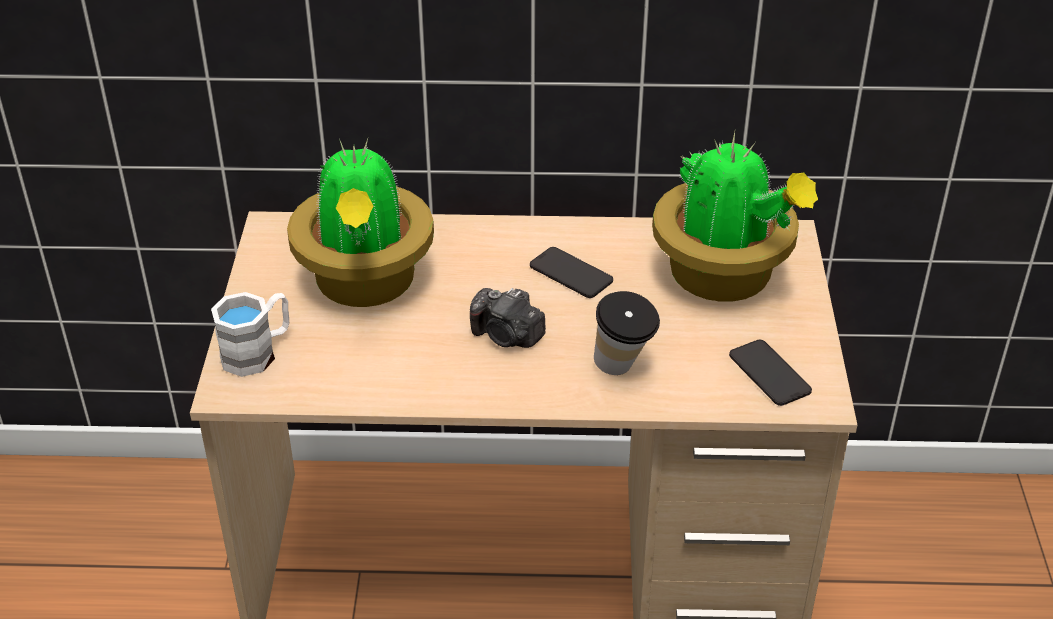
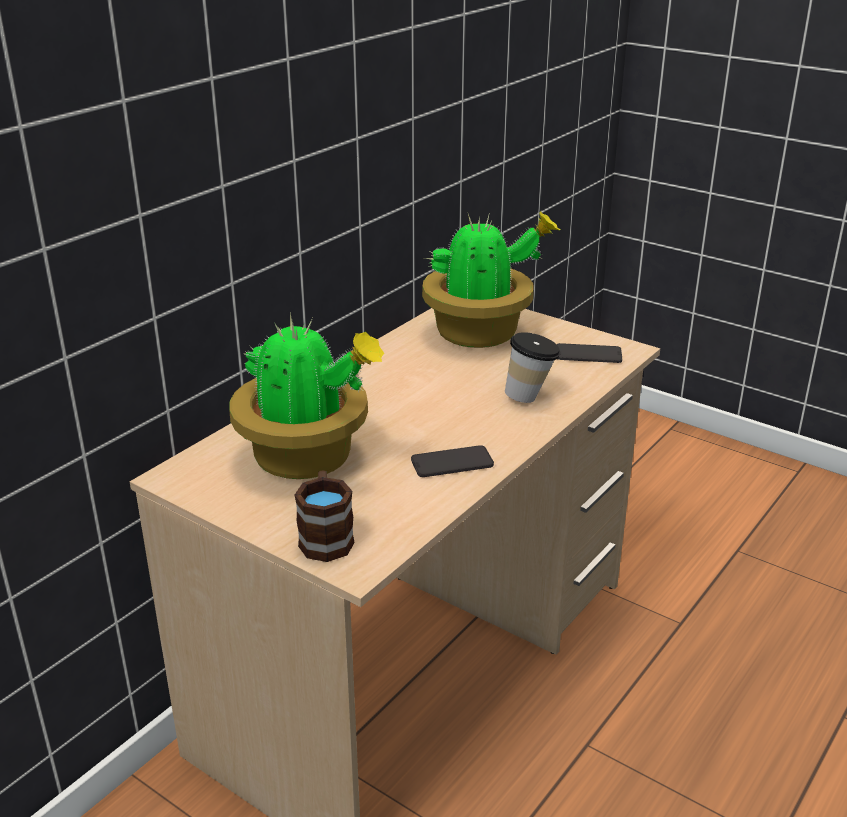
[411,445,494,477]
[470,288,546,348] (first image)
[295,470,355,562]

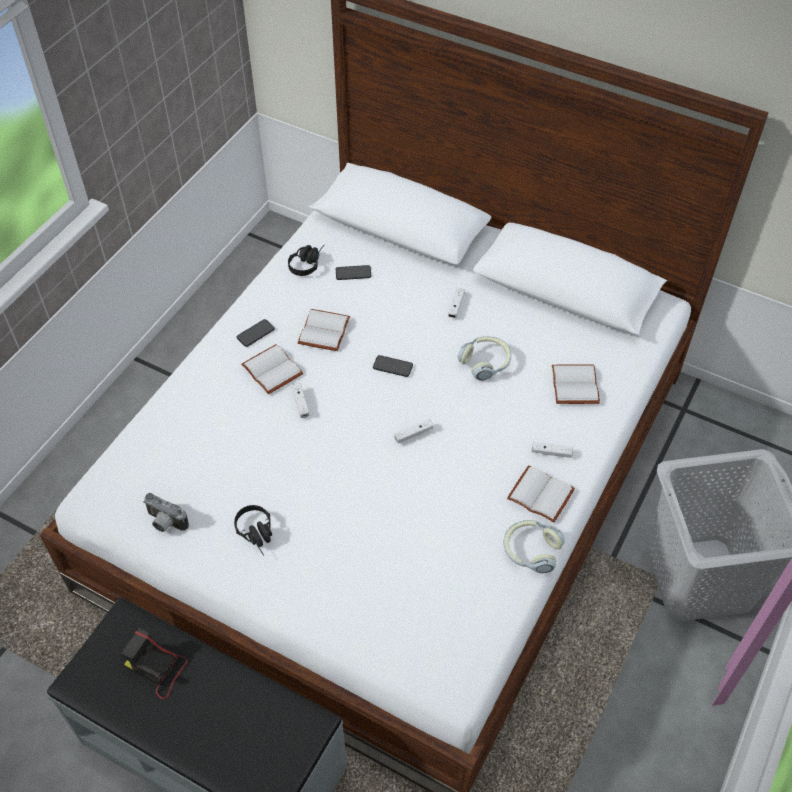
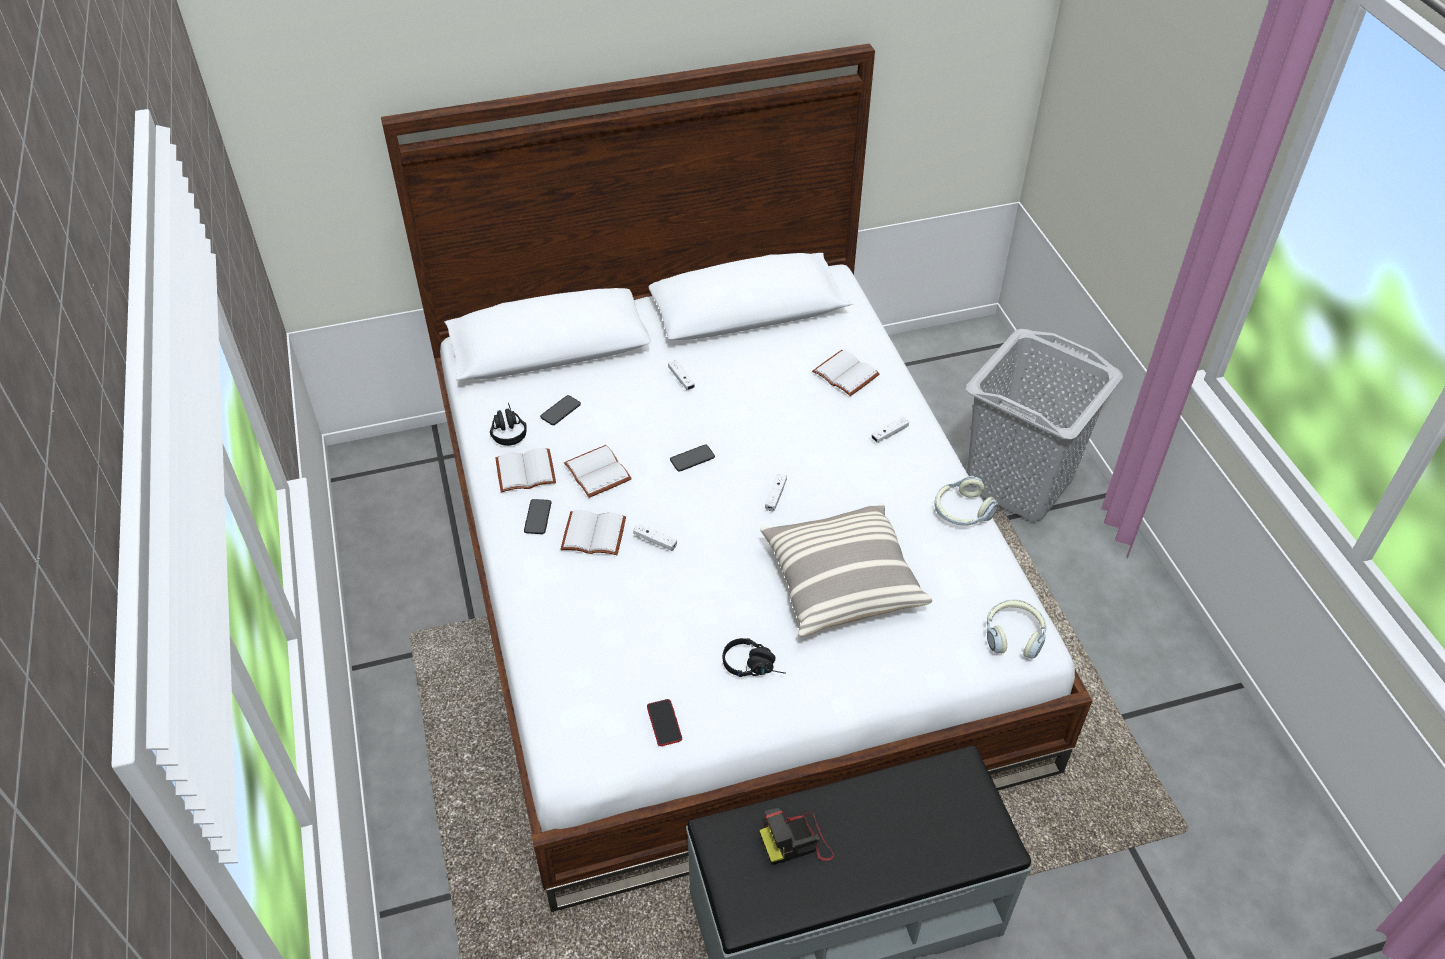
[987,599,1046,658]
[496,448,556,493]
[647,699,682,746]
[760,503,932,636]

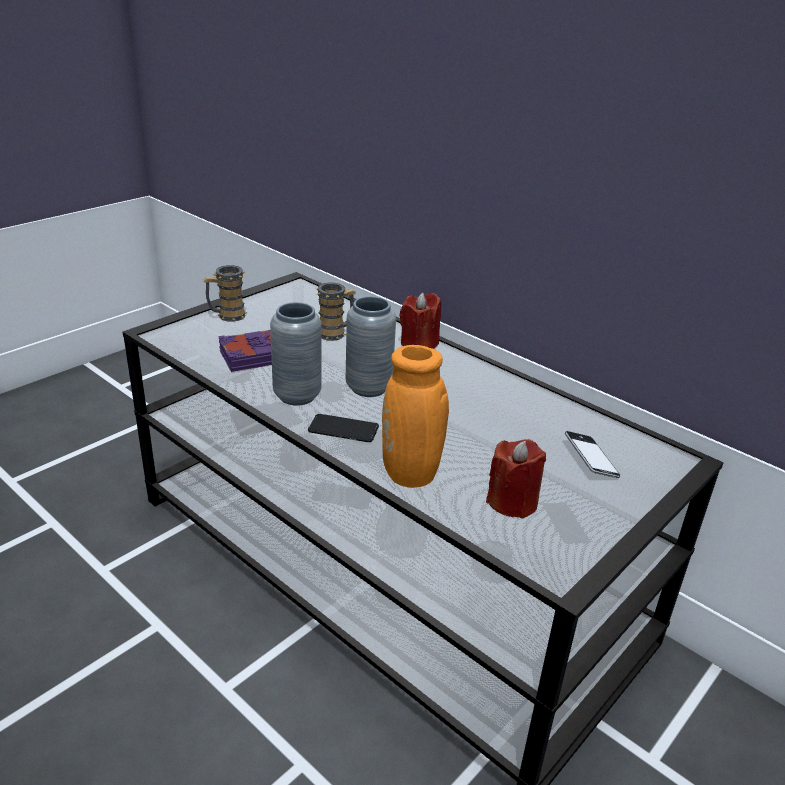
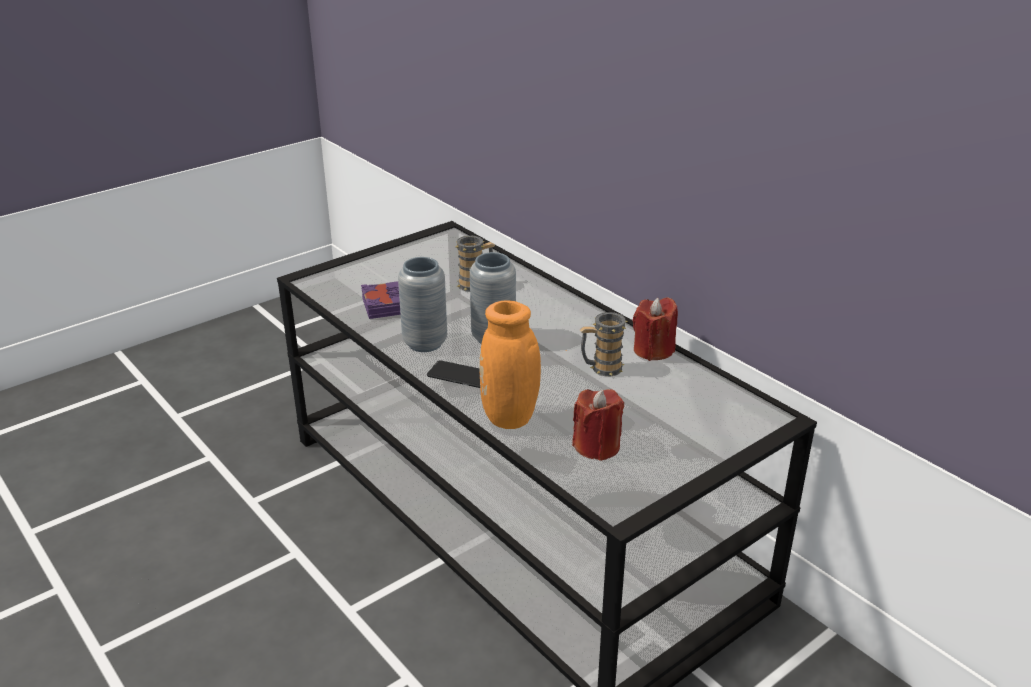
[579,312,628,376]
[632,297,678,361]
[565,431,620,478] (first image)

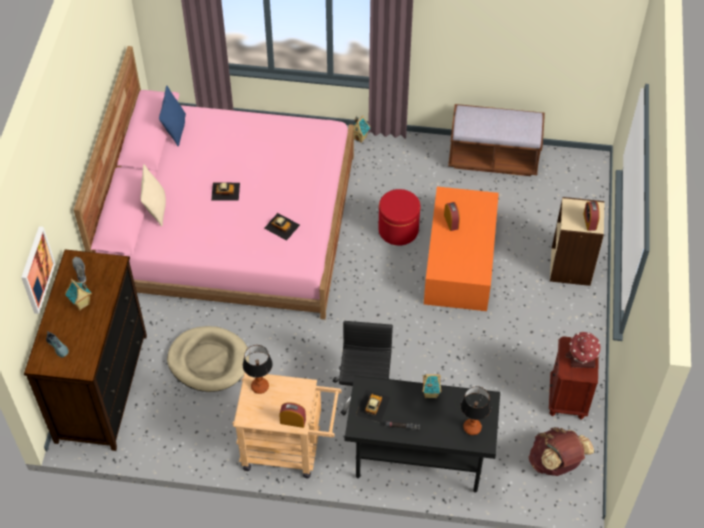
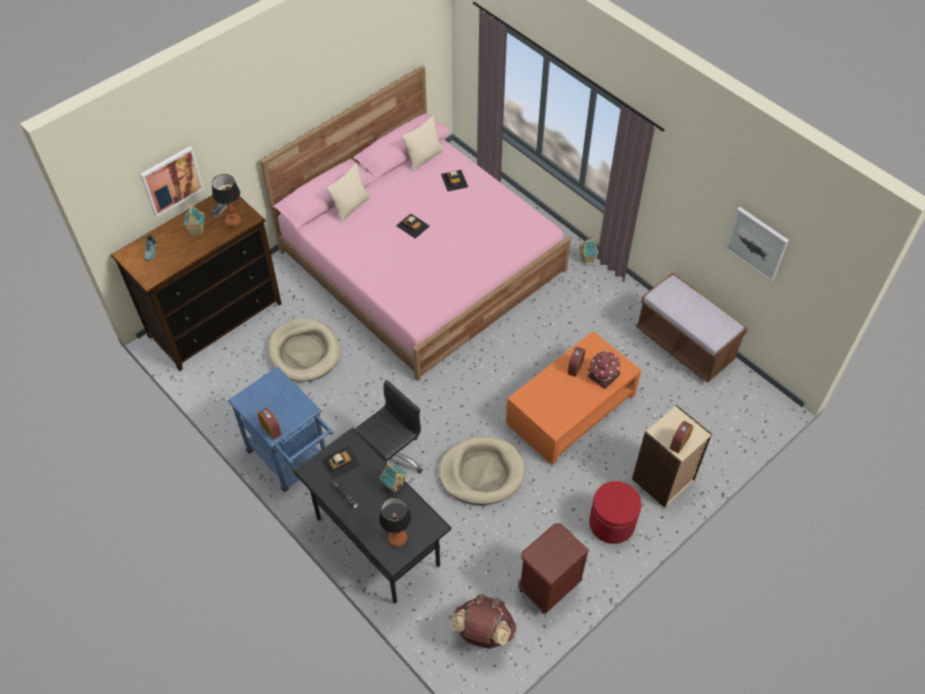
[402,115,444,172]
[589,481,642,544]
[441,170,468,191]
[588,351,620,389]
[212,174,242,227]
[228,366,333,492]
[725,207,789,282]
[439,436,525,505]

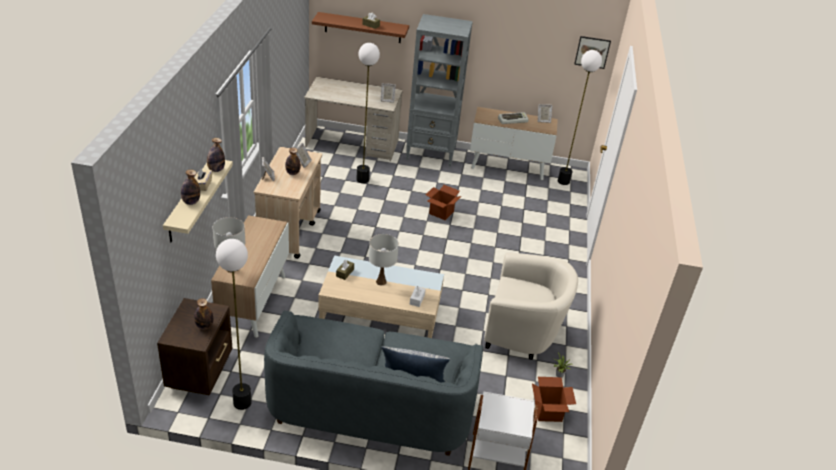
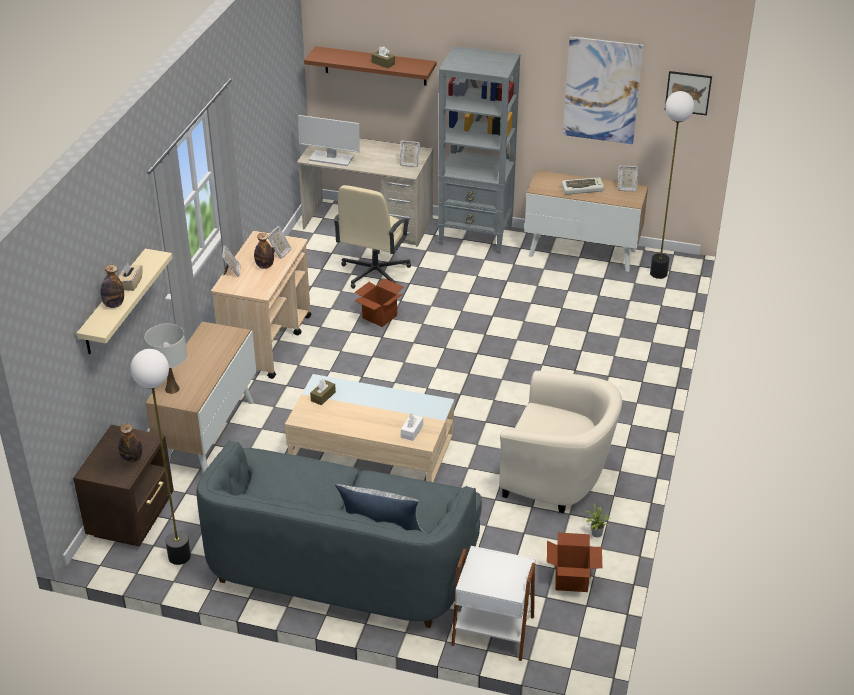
[333,185,411,289]
[207,138,225,172] (first image)
[355,278,403,327]
[369,234,399,285] (first image)
[563,36,643,144]
[298,115,360,166]

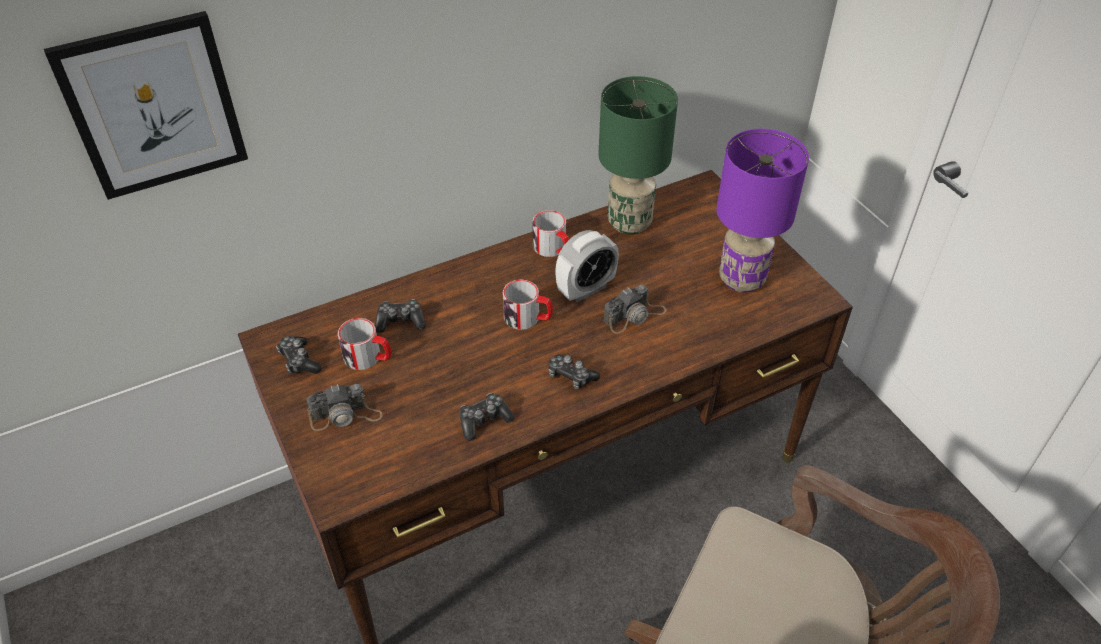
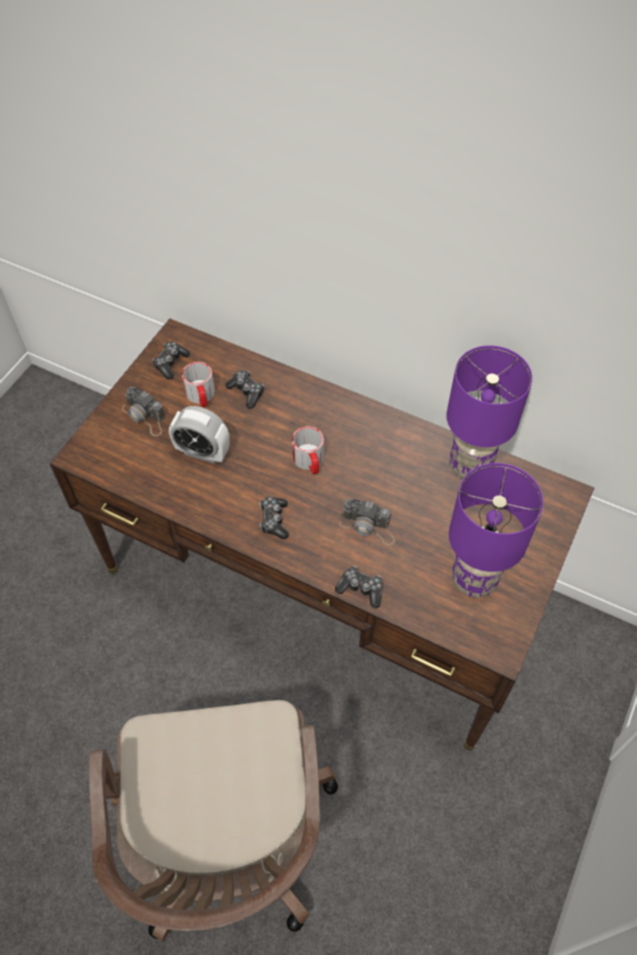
[44,11,248,200] (first image)
[446,345,532,479]
[532,210,569,257] (first image)
[169,406,230,464]
[335,566,383,608]

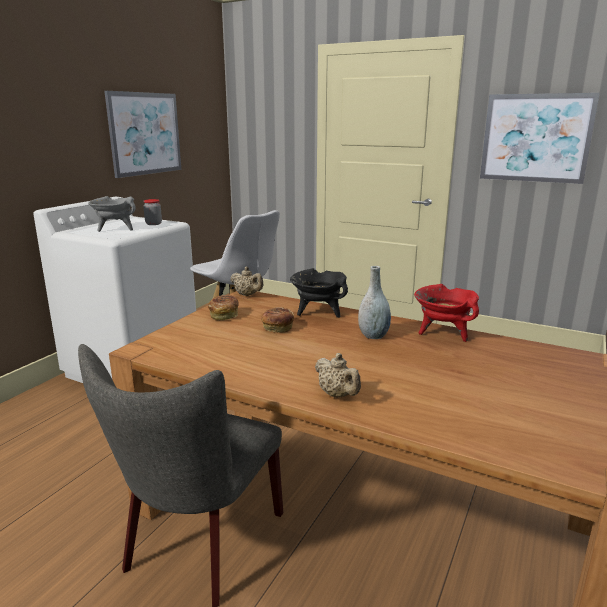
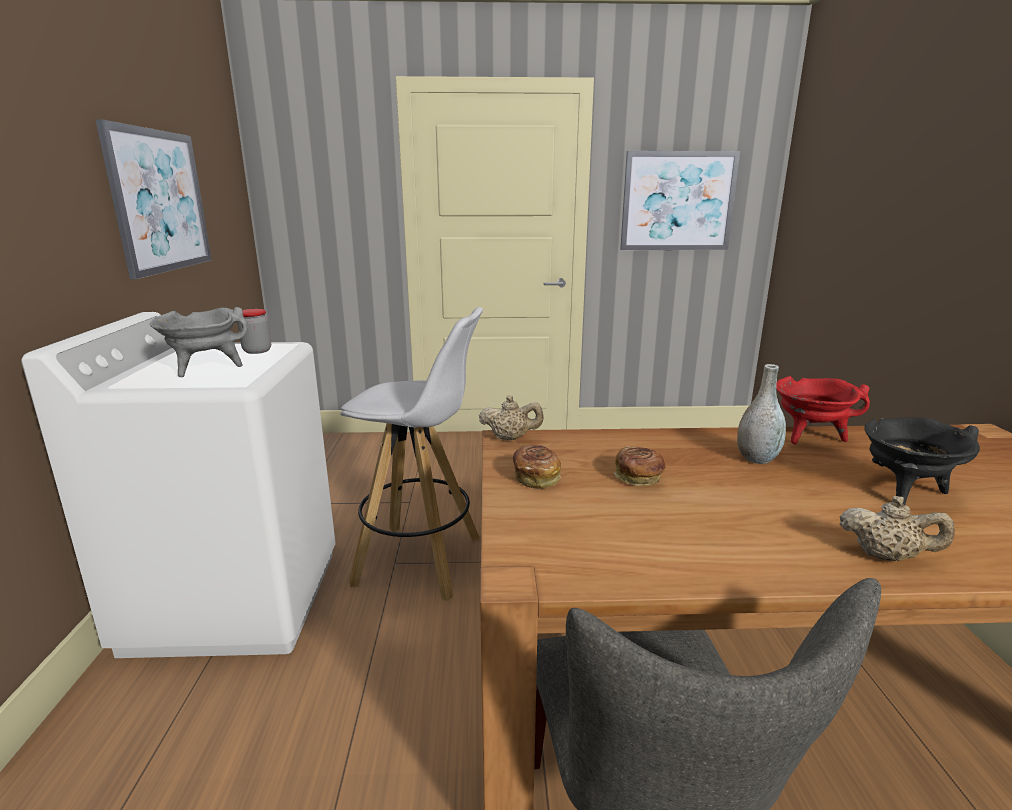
[864,417,980,505]

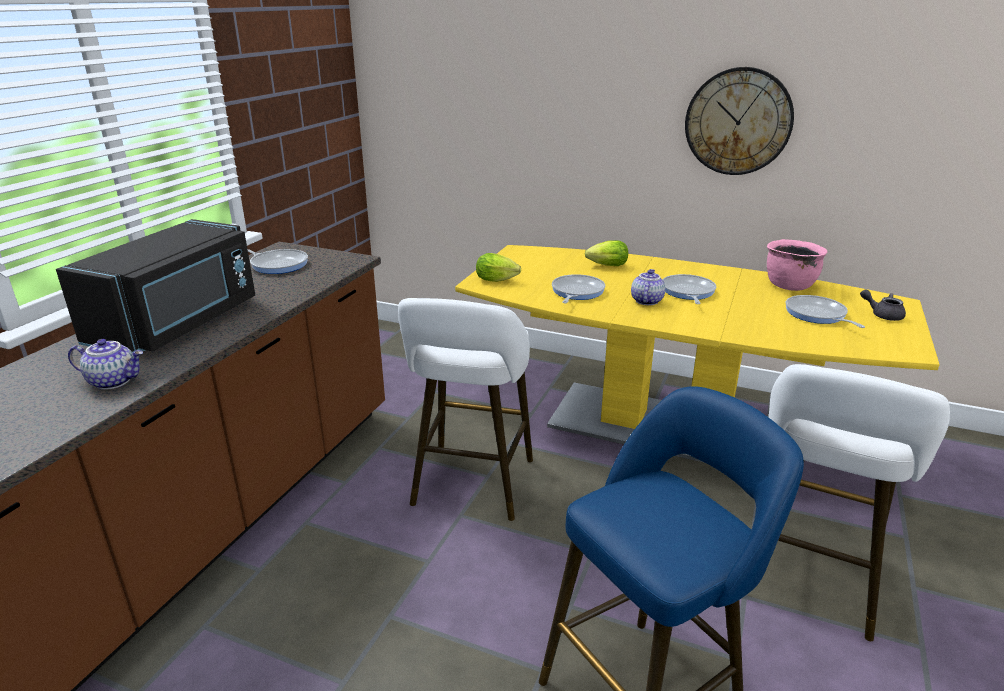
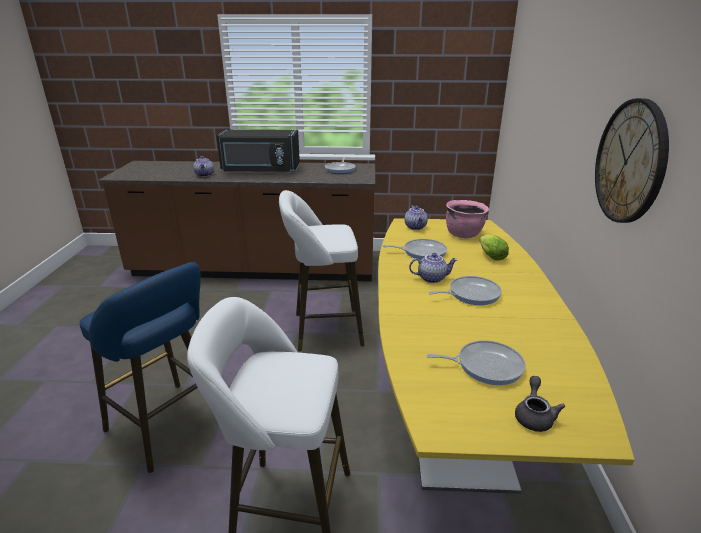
[446,200,489,238]
[405,205,428,230]
[426,340,526,385]

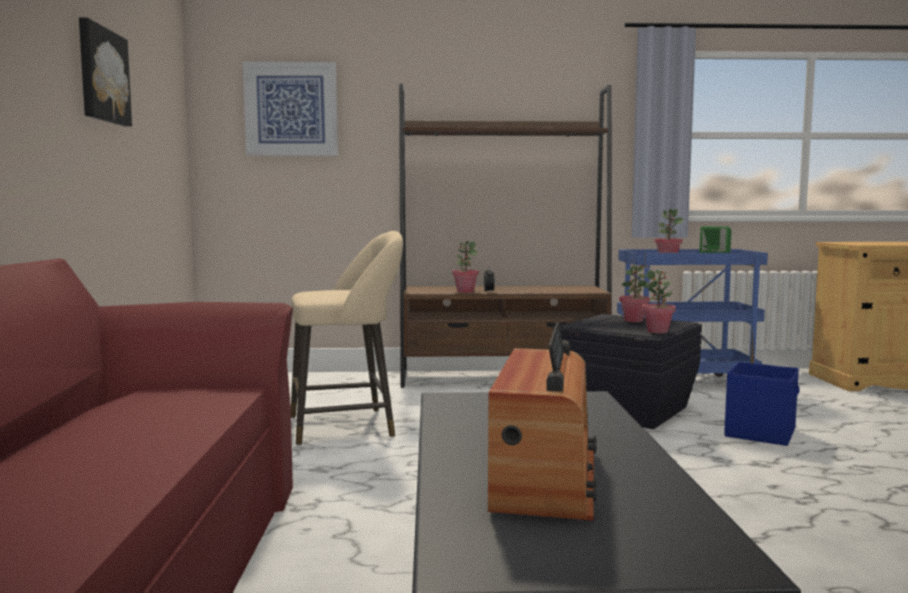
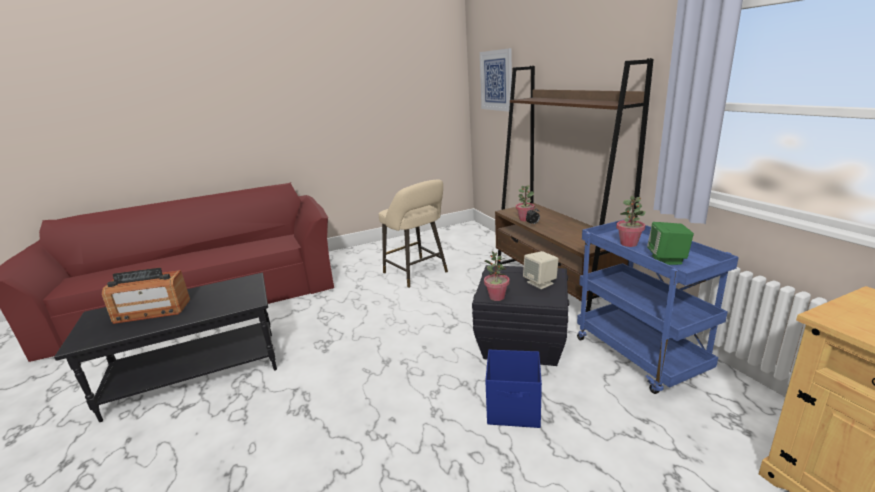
[79,17,132,126] (first image)
[523,251,559,289]

